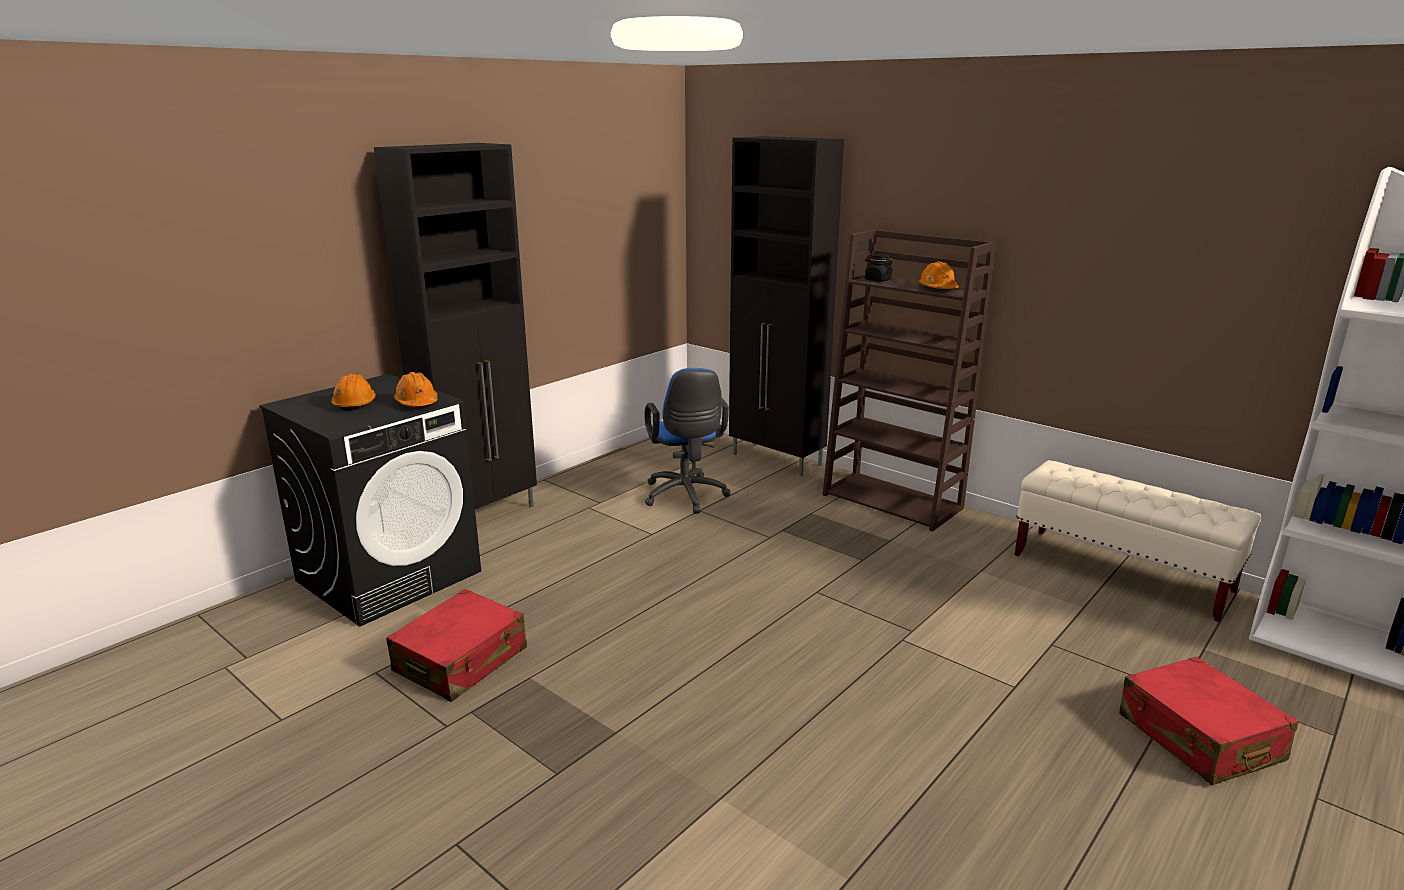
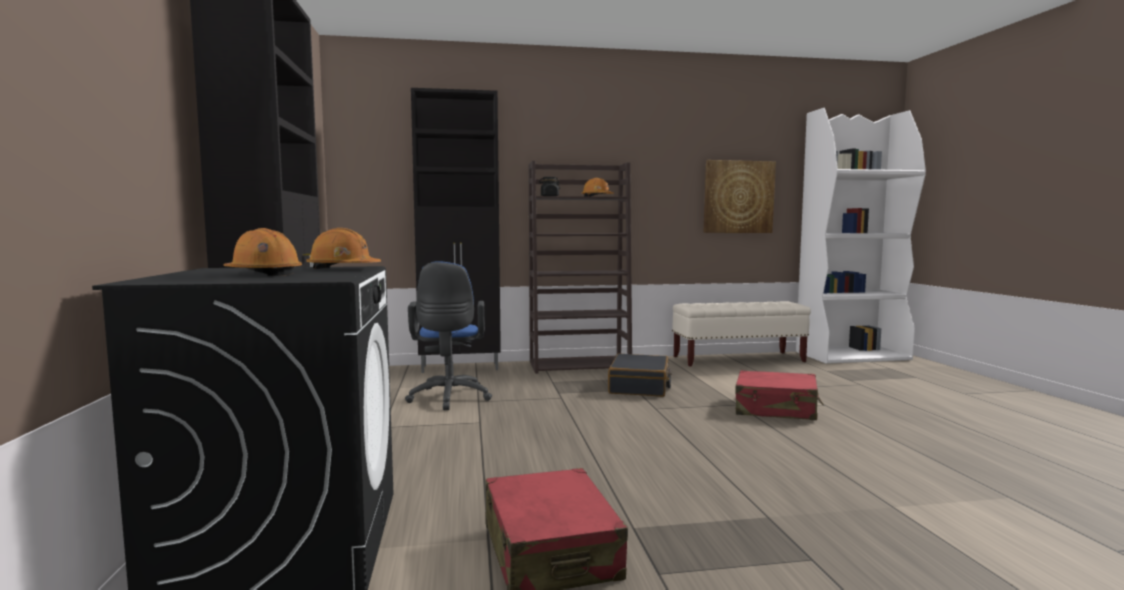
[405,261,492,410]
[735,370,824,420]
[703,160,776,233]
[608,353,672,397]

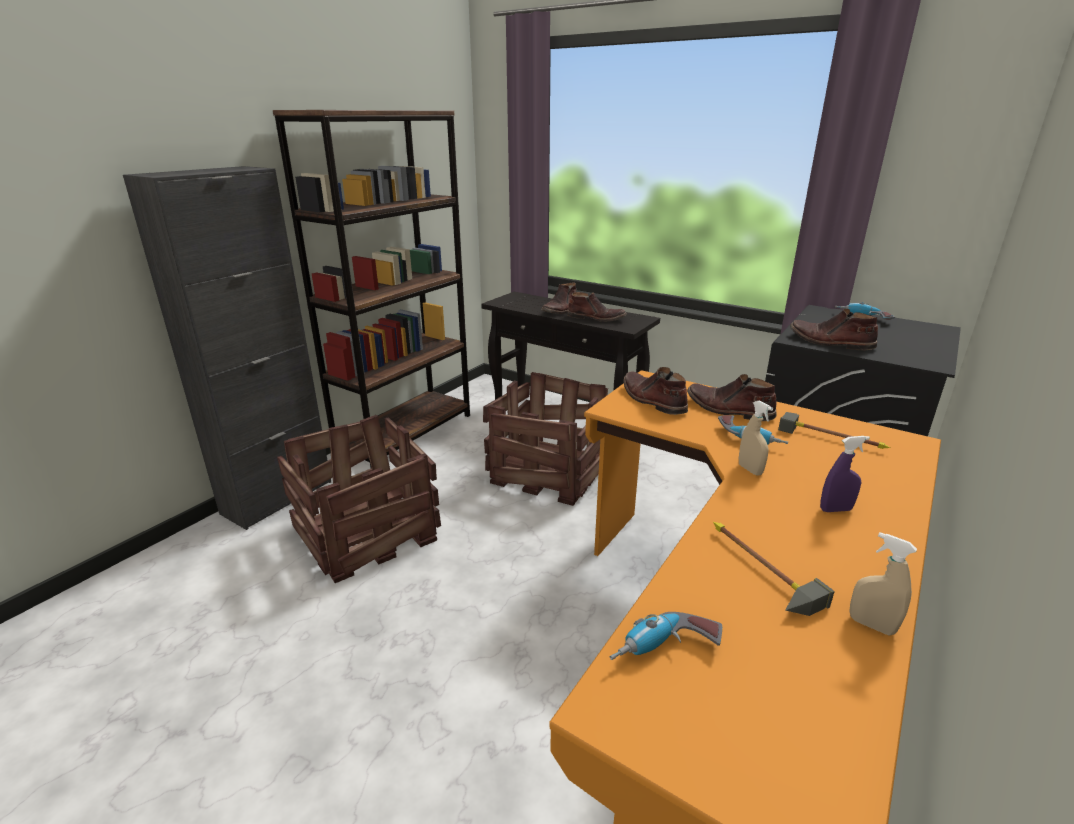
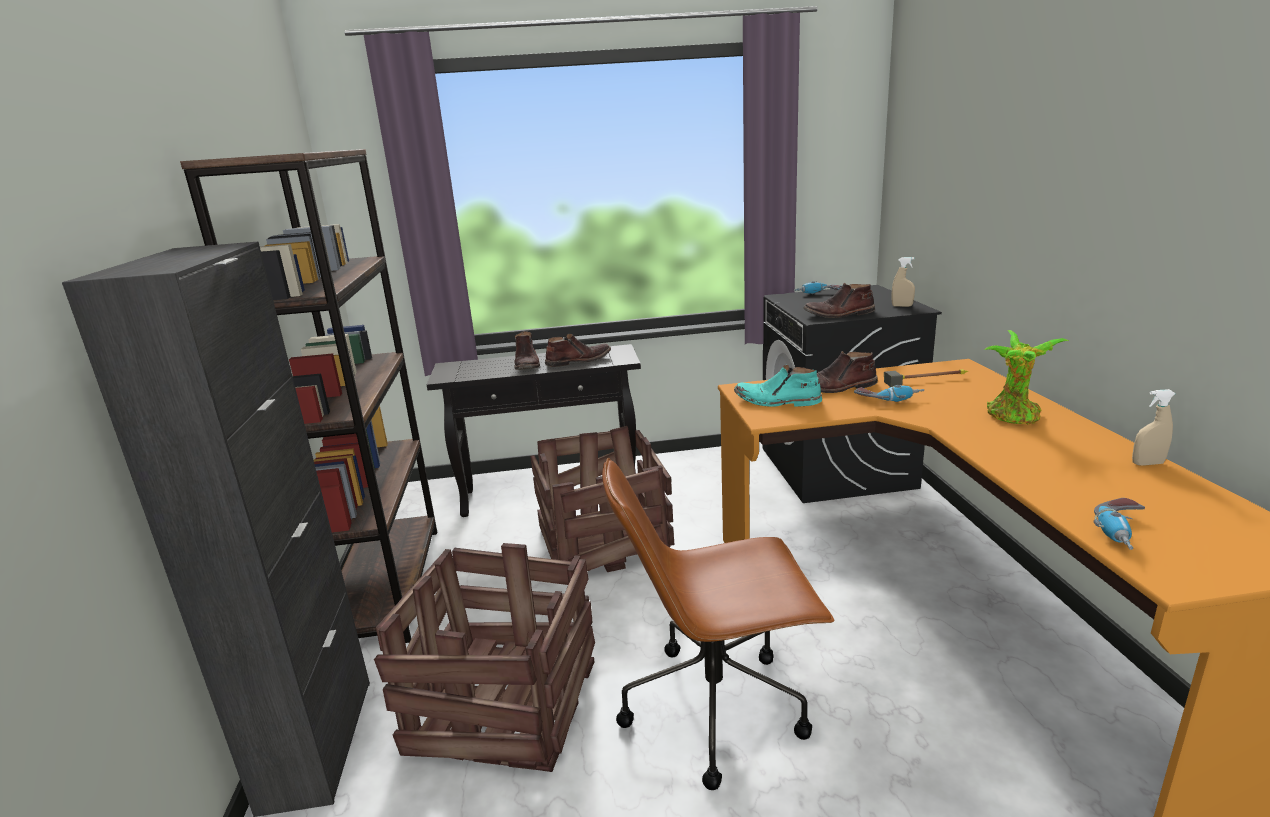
[734,365,822,407]
[891,257,915,307]
[984,330,1070,425]
[713,522,835,616] (first image)
[602,458,835,790]

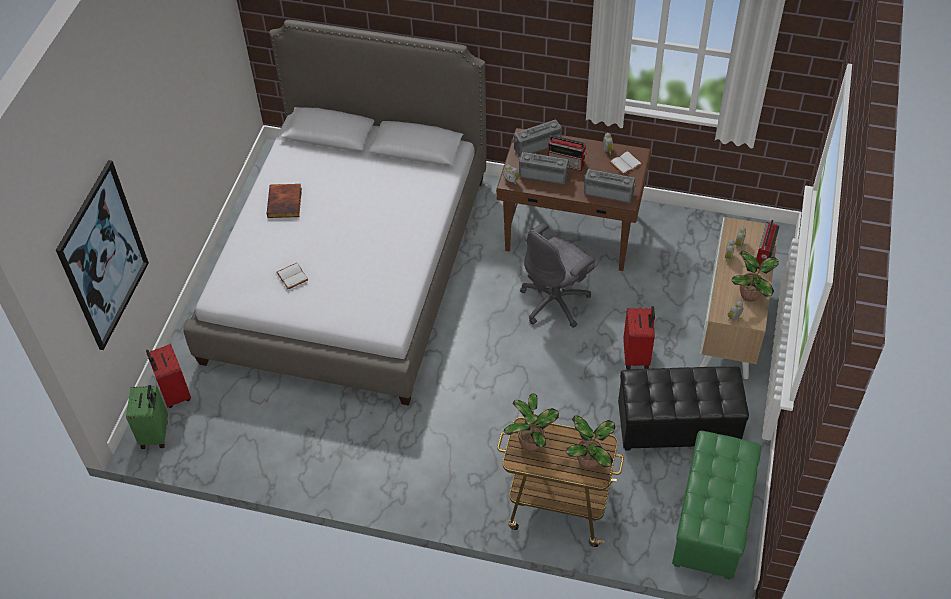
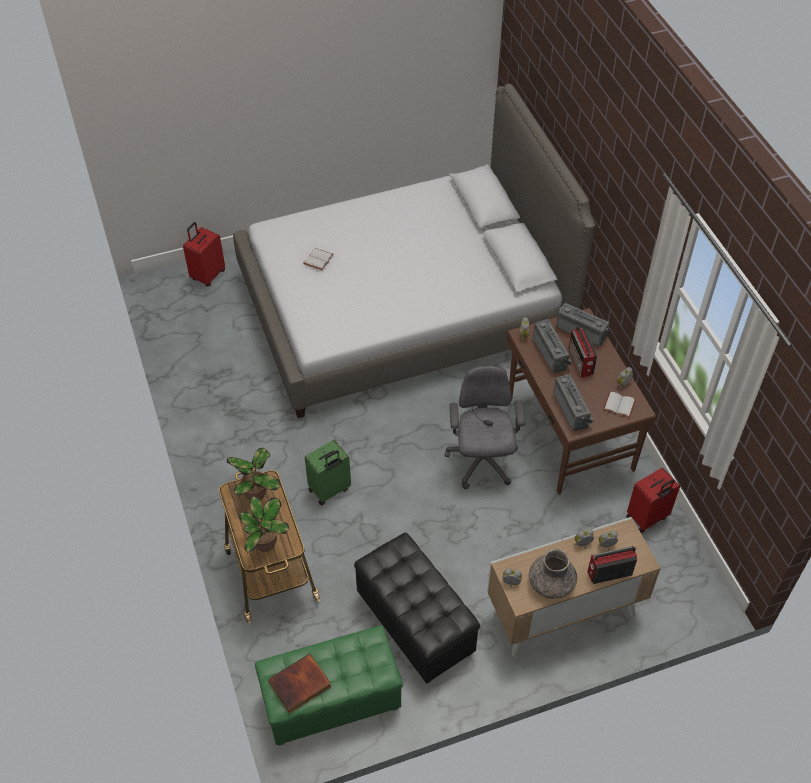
[56,160,149,350] (first image)
[268,654,331,714]
[444,365,526,489]
[529,549,577,599]
[626,468,680,533]
[305,440,351,505]

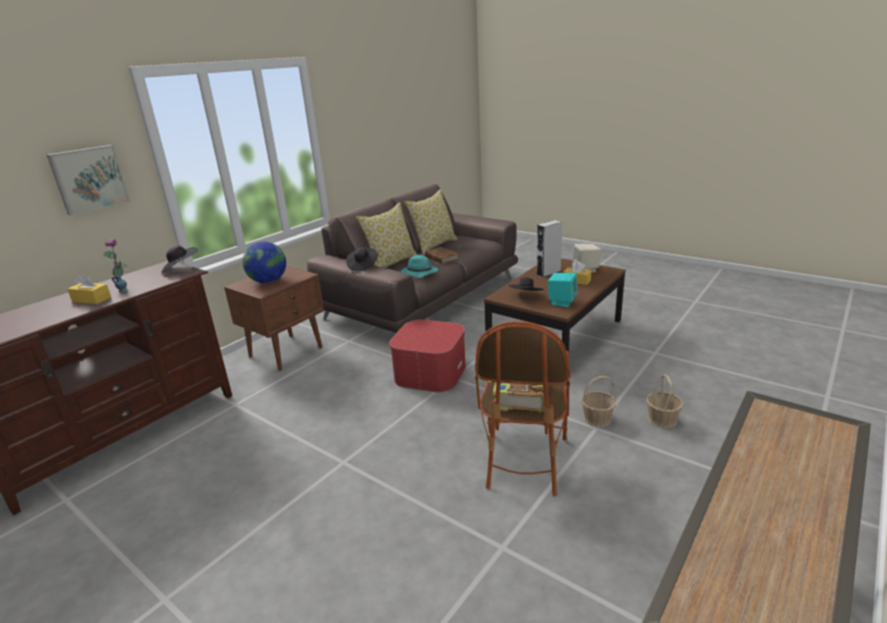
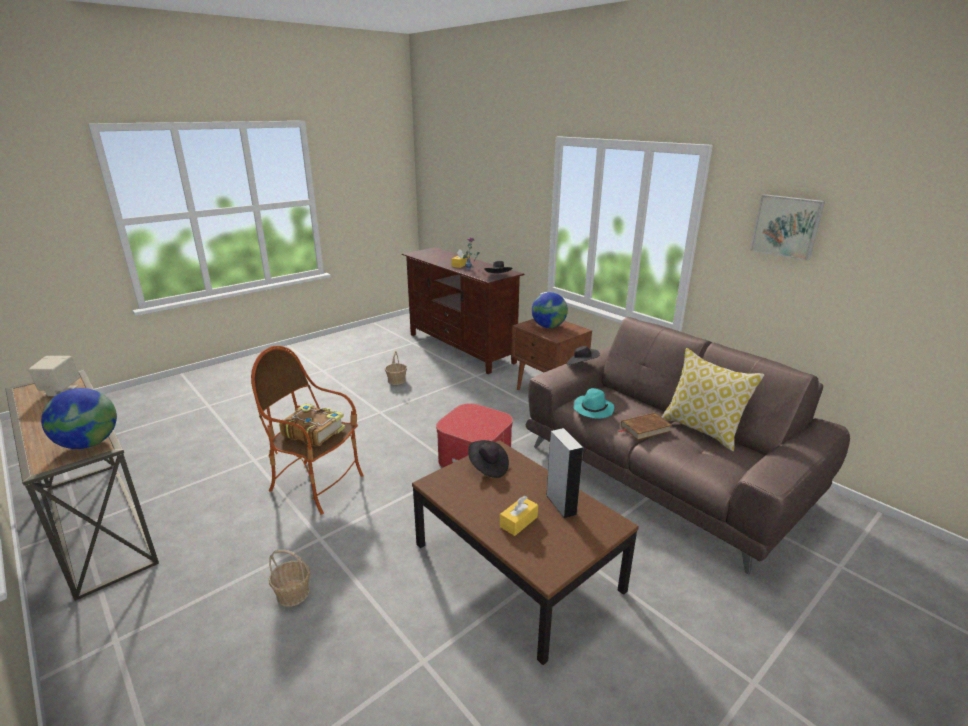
[750,194,825,261]
[356,202,417,268] (first image)
[28,356,80,396]
[548,273,578,307] (first image)
[385,351,407,385]
[41,388,117,449]

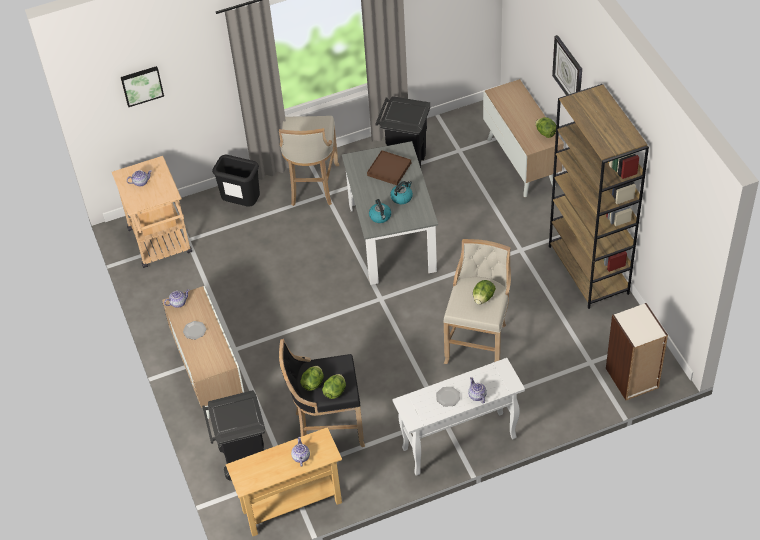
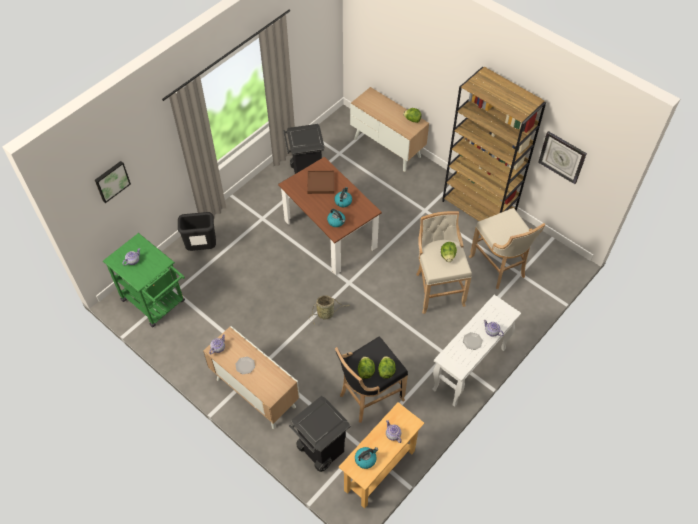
[538,131,587,184]
[469,208,545,289]
[278,157,382,275]
[103,233,185,327]
[606,303,668,400] (first image)
[309,295,350,324]
[355,447,378,469]

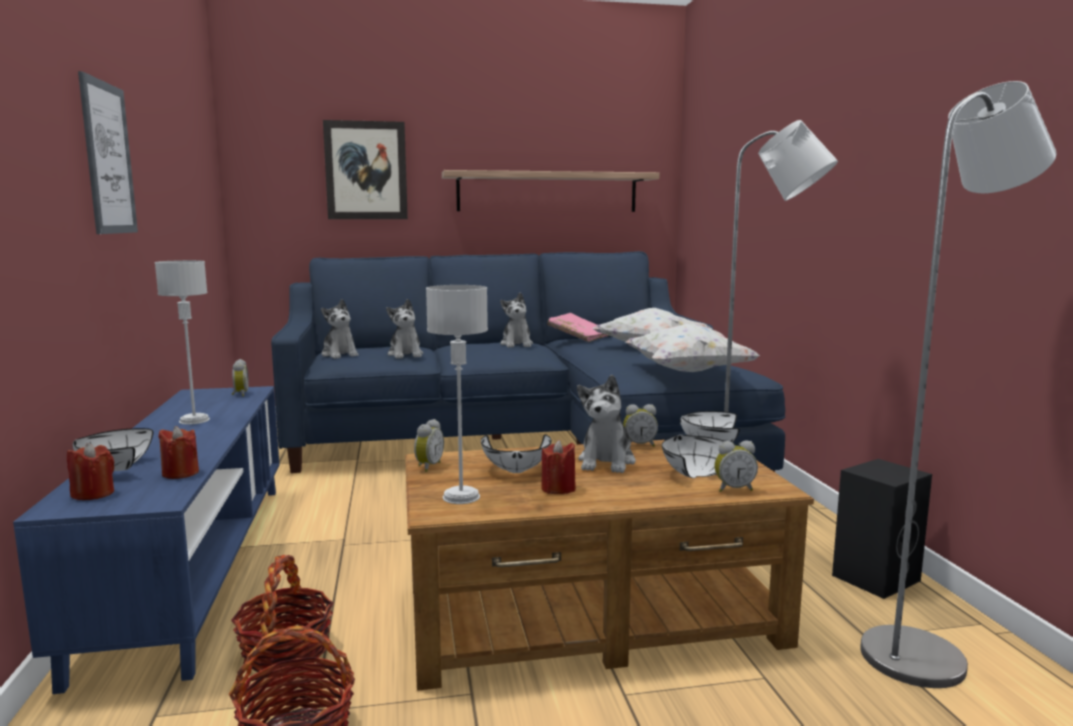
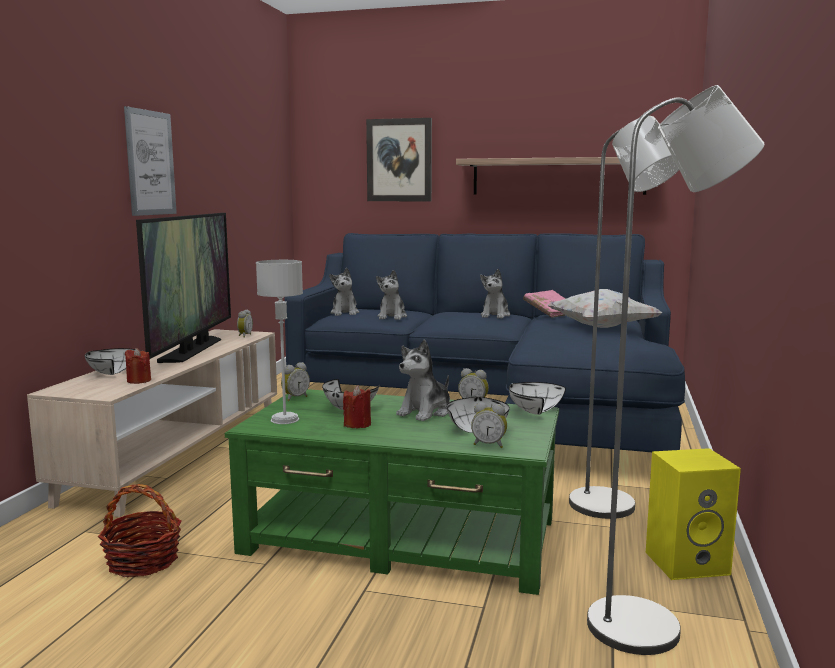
[136,213,231,363]
[625,324,760,372] (first image)
[27,329,277,517]
[225,389,559,595]
[67,443,115,500] (first image)
[646,448,741,580]
[231,555,334,672] (first image)

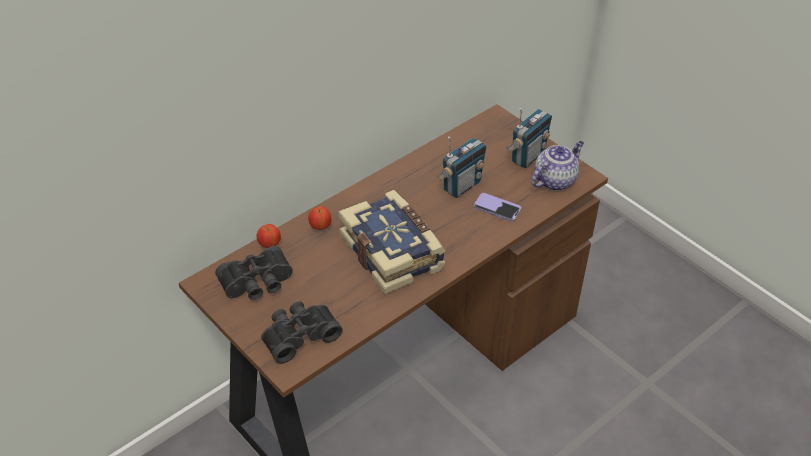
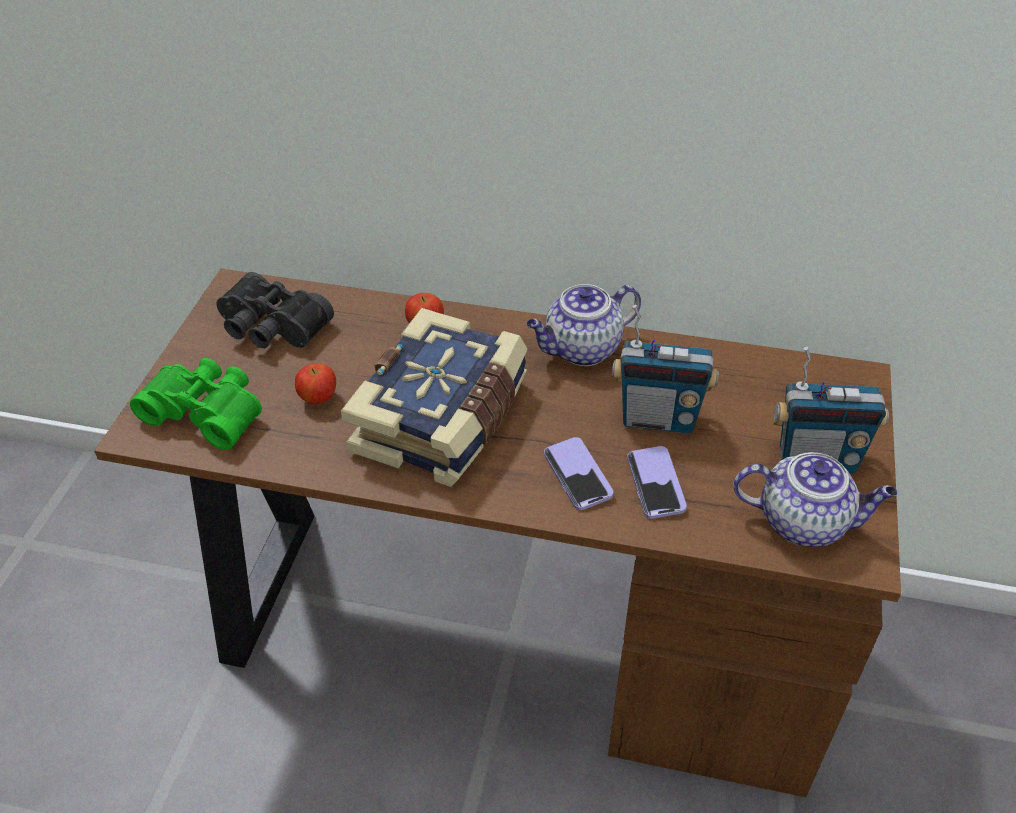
[295,363,336,404]
[130,358,262,450]
[526,284,641,366]
[544,437,614,510]

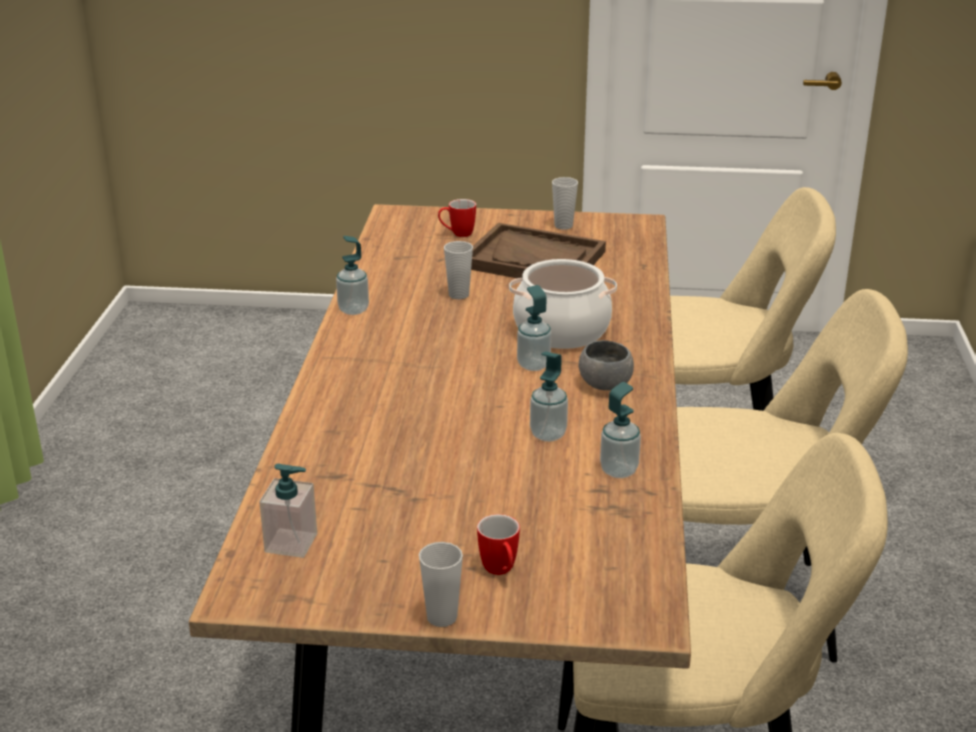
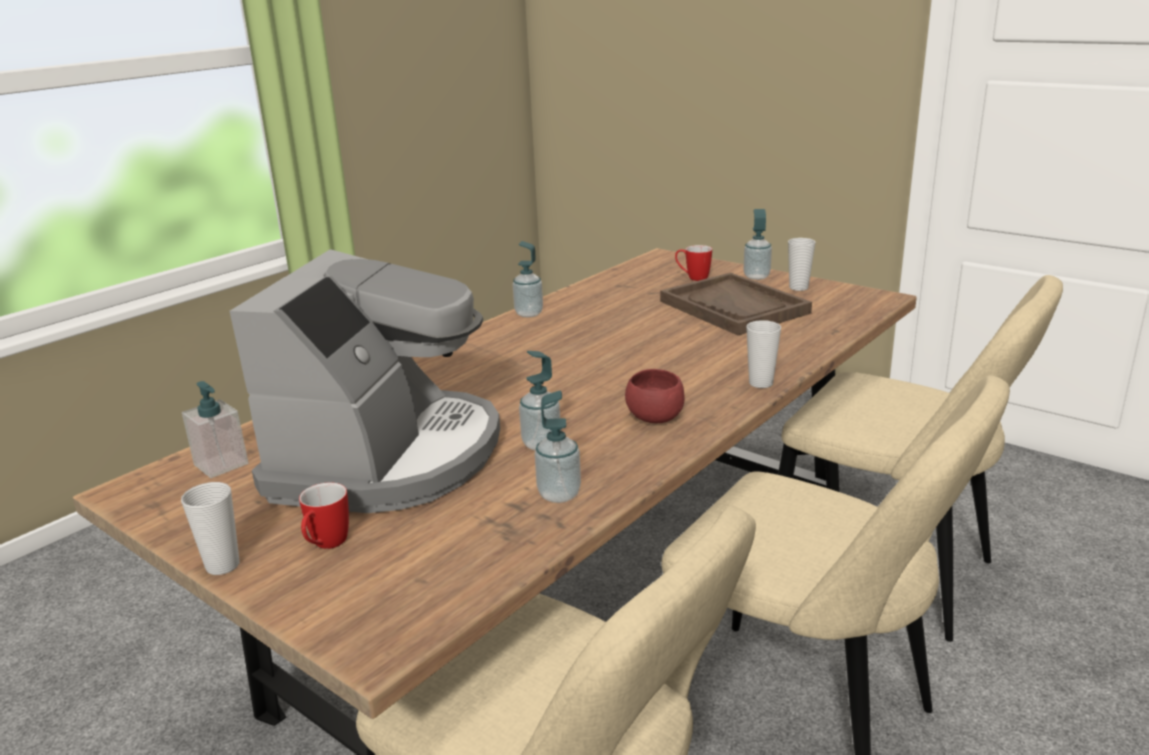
[746,320,781,388]
[509,259,617,349] (first image)
[743,209,772,280]
[625,369,685,423]
[229,249,500,513]

